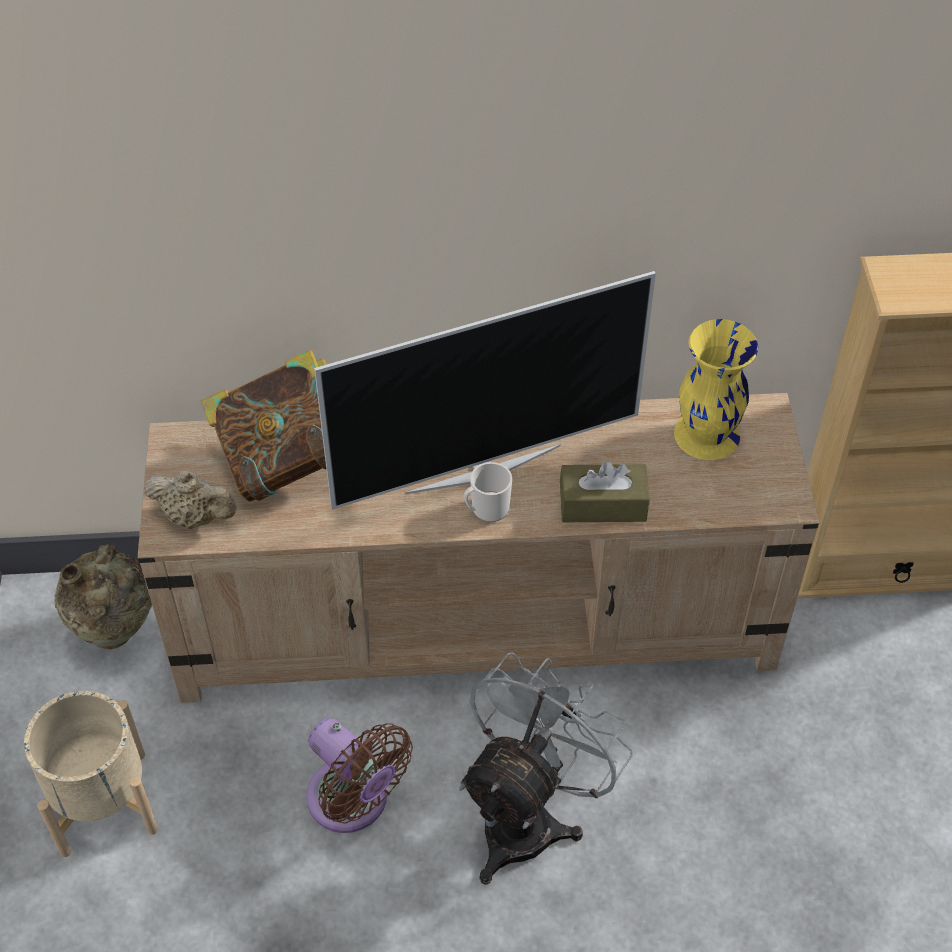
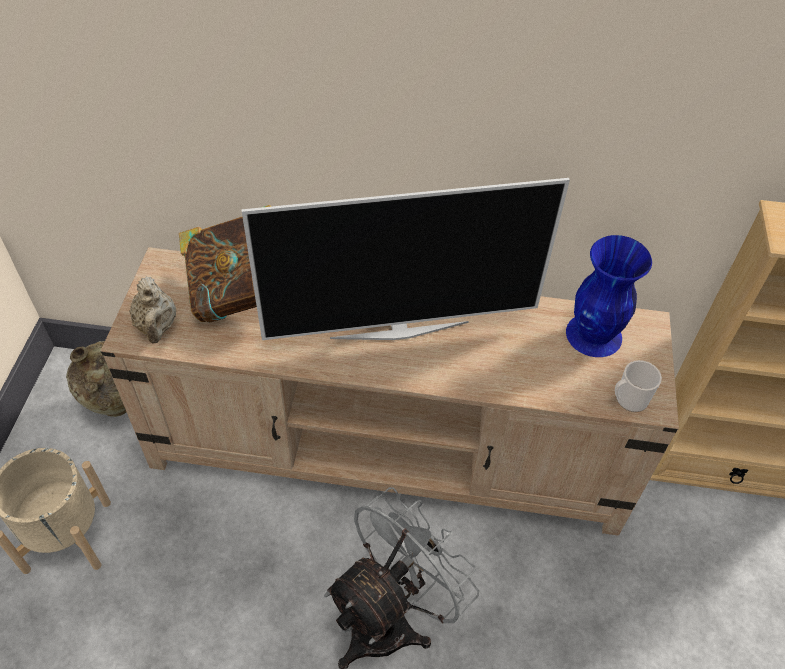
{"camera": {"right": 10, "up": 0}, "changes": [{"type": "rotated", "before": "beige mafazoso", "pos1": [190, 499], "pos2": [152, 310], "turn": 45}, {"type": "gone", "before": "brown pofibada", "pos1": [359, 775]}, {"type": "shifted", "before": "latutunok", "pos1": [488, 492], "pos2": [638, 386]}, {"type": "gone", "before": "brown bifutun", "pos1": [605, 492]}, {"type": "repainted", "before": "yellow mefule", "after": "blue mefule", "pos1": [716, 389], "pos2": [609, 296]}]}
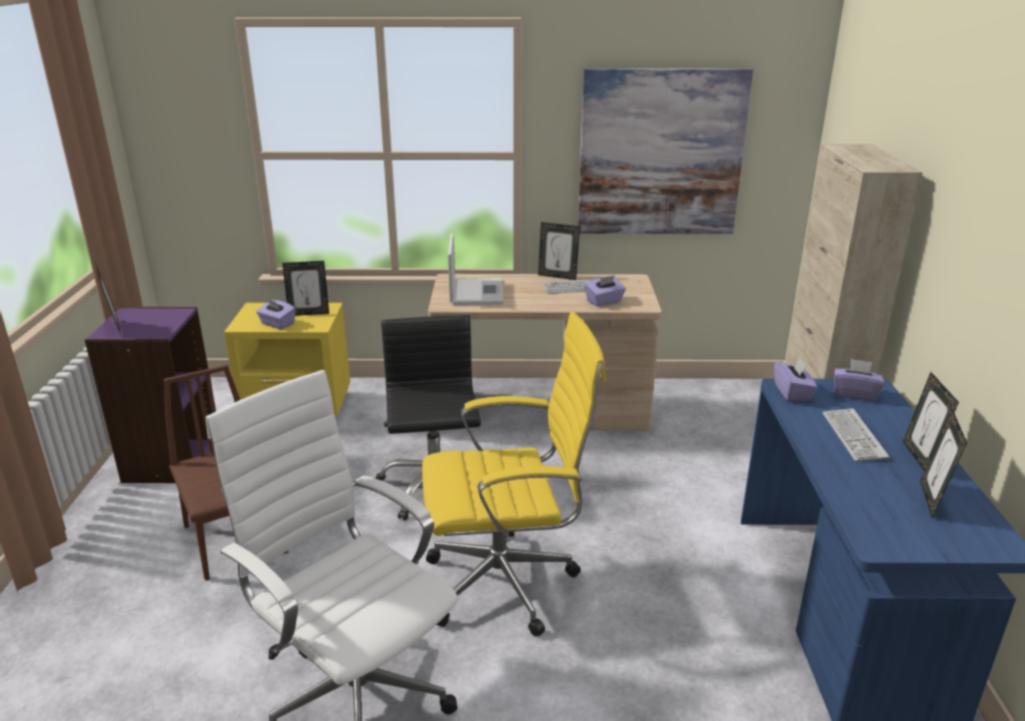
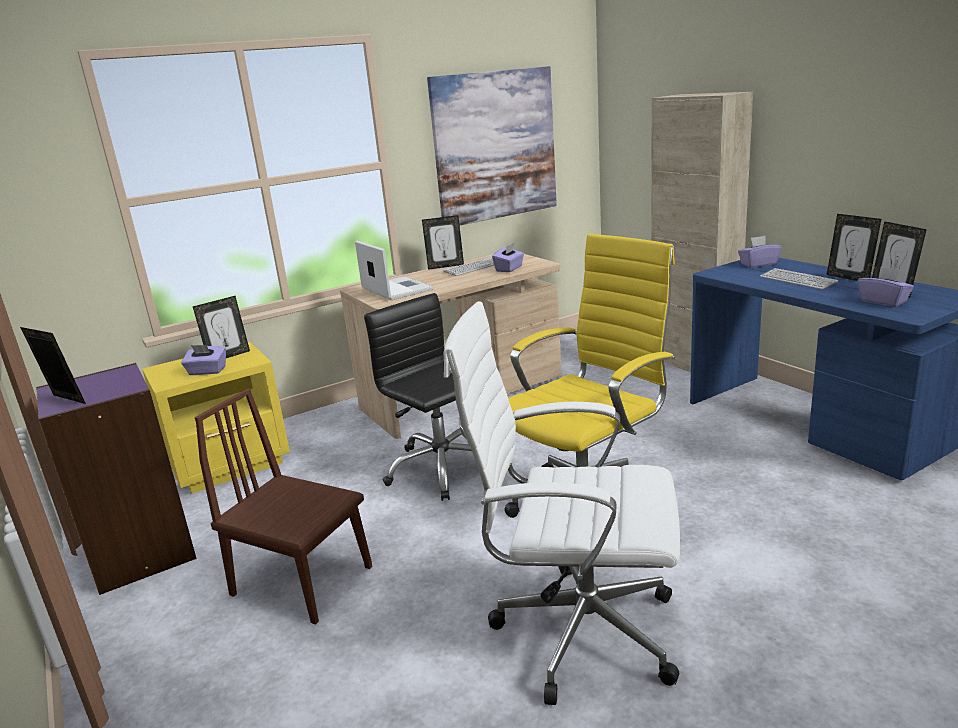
{"camera": {"right": -30, "up": -5}, "changes": [{"type": "shifted", "before": "purple bifutun", "pos1": [795, 380], "pos2": [886, 287]}]}
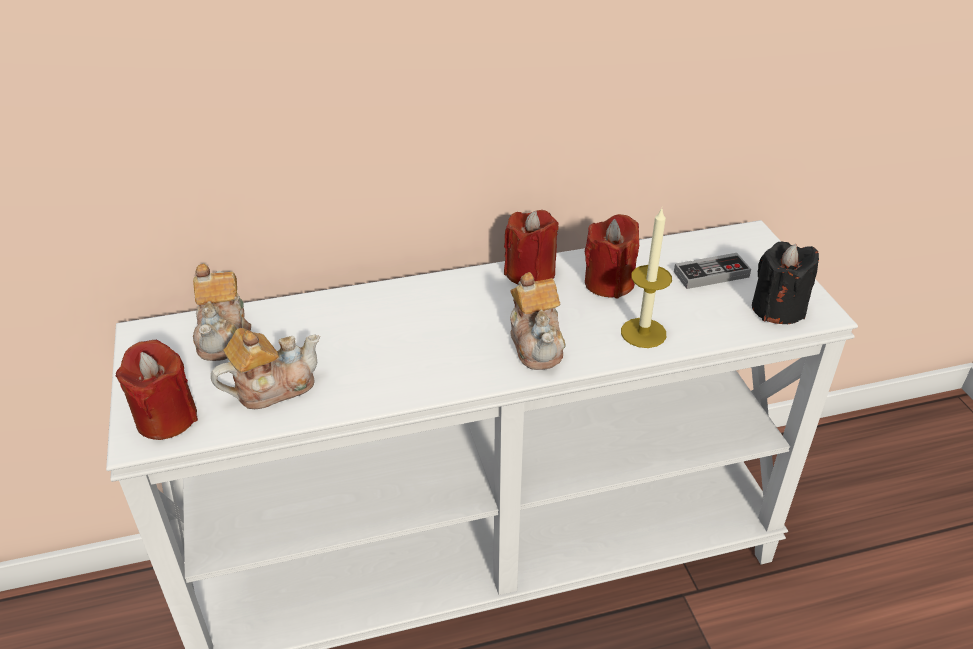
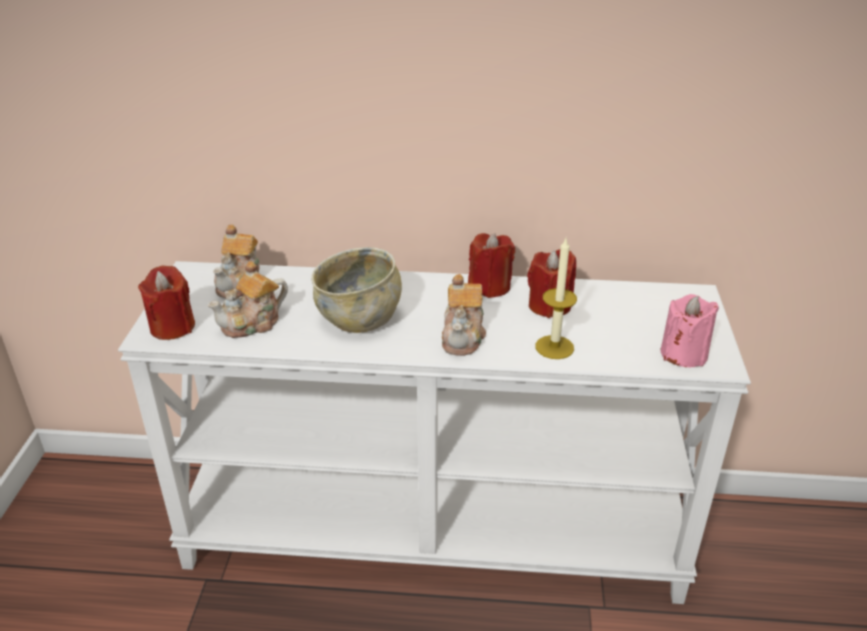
{"camera": {"right": 20, "up": -5}, "changes": [{"type": "rotated", "before": "mafazoso", "pos1": [265, 368], "pos2": [247, 299], "turn": 150}, {"type": "gone", "before": "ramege", "pos1": [712, 271]}, {"type": "repainted", "before": "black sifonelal", "after": "pink sifonelal", "pos1": [785, 283], "pos2": [689, 330]}, {"type": "new", "after": "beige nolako", "pos2": [356, 290]}]}
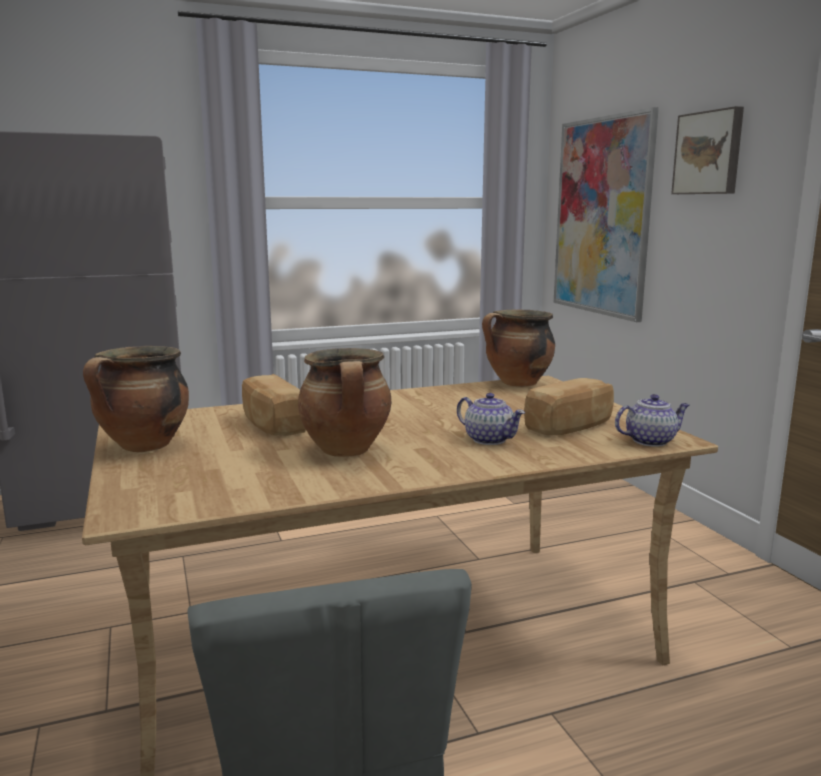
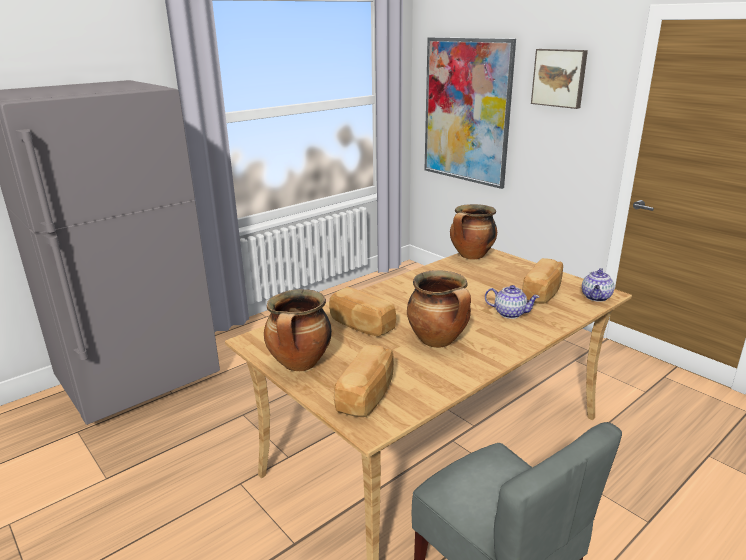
{"camera": {"right": -20, "up": 10}, "changes": [{"type": "rotated", "before": "mafazoso", "pos1": [652, 420], "pos2": [598, 285], "turn": 150}, {"type": "new", "after": "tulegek", "pos2": [364, 380]}]}
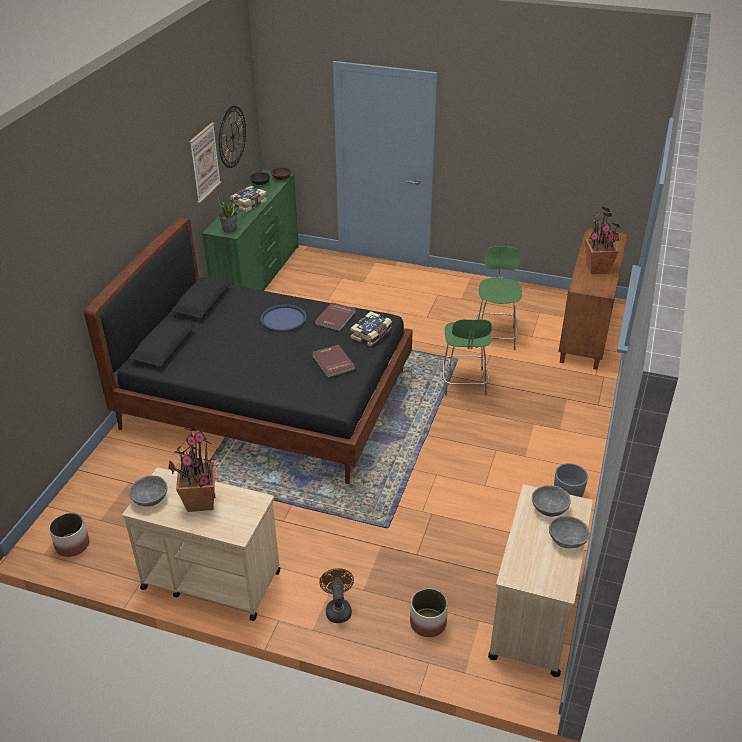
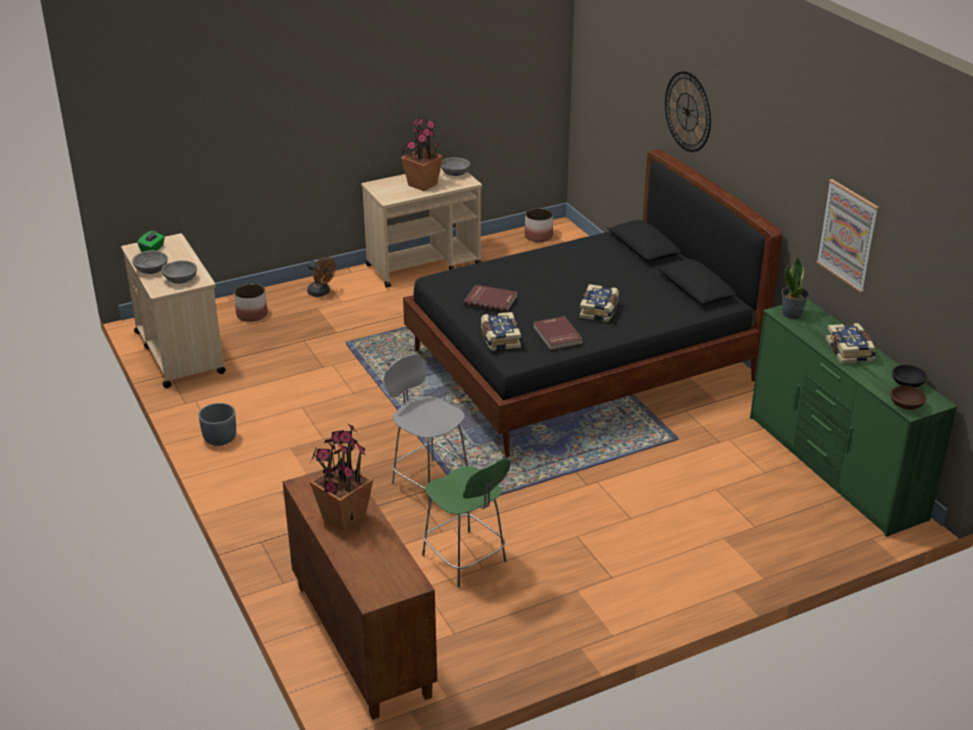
{"camera": {"right": 135, "up": -5}, "changes": [{"type": "shifted", "before": "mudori", "pos1": [232, 137], "pos2": [688, 111]}, {"type": "swapped", "before": "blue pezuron", "after": "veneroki", "pos1": [283, 318], "pos2": [599, 303]}, {"type": "repainted", "before": "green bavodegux", "after": "grey bavodegux", "pos1": [467, 357], "pos2": [426, 431]}, {"type": "new", "after": "green bifutun", "pos2": [151, 241]}]}
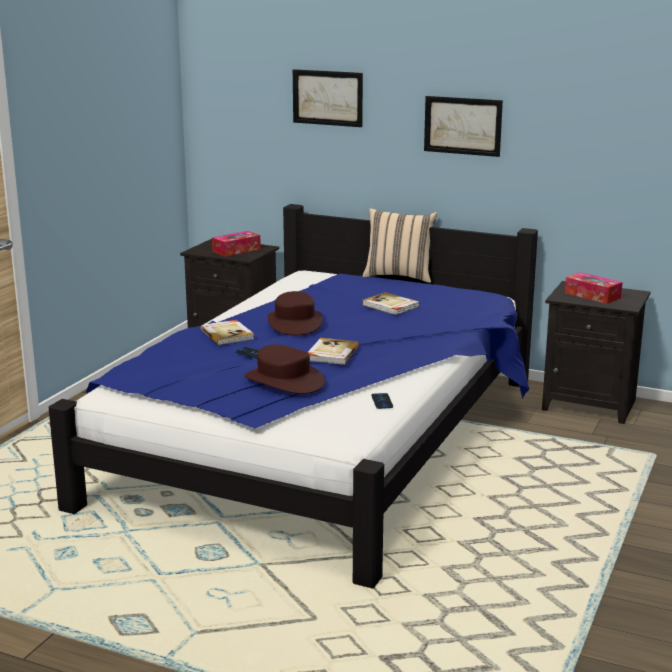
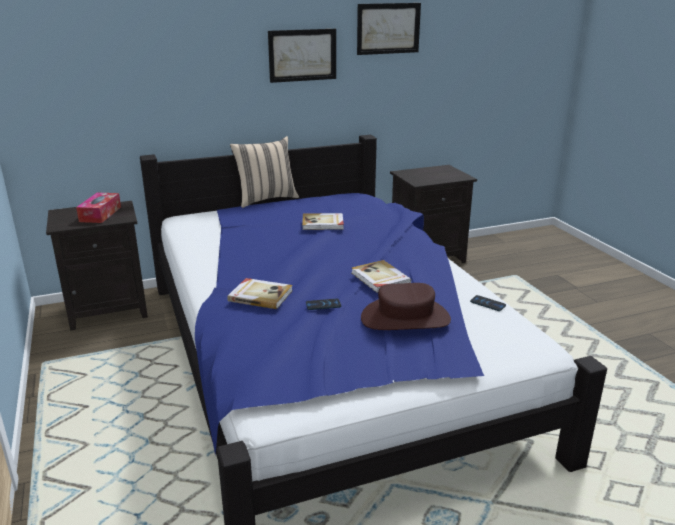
{"camera": {"right": -45, "up": 5}, "changes": [{"type": "gone", "before": "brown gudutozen", "pos1": [295, 313]}, {"type": "shifted", "before": "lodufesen", "pos1": [328, 98], "pos2": [389, 29]}, {"type": "gone", "before": "bifutun", "pos1": [594, 288]}]}
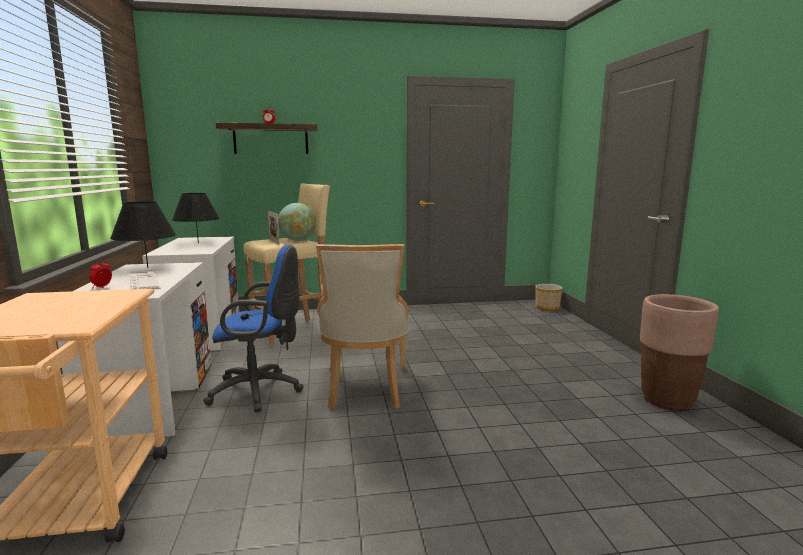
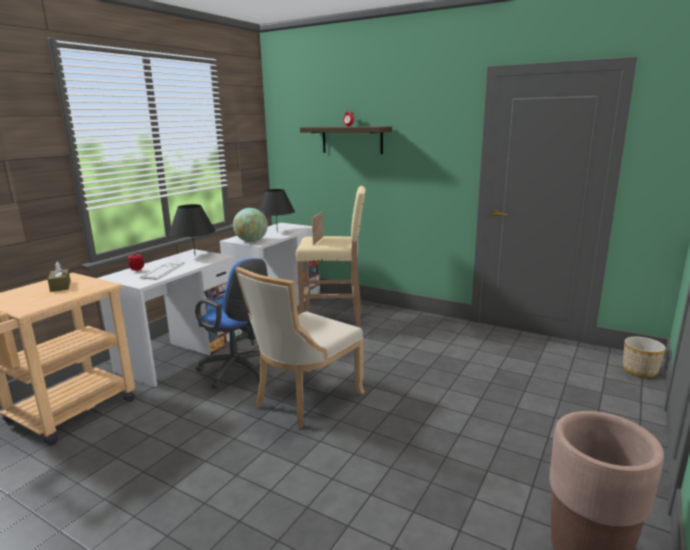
{"camera": {"right": 40, "up": 5}, "changes": [{"type": "shifted", "before": "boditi", "pos1": [297, 222], "pos2": [250, 225]}, {"type": "new", "after": "brown bifutun", "pos2": [59, 277]}]}
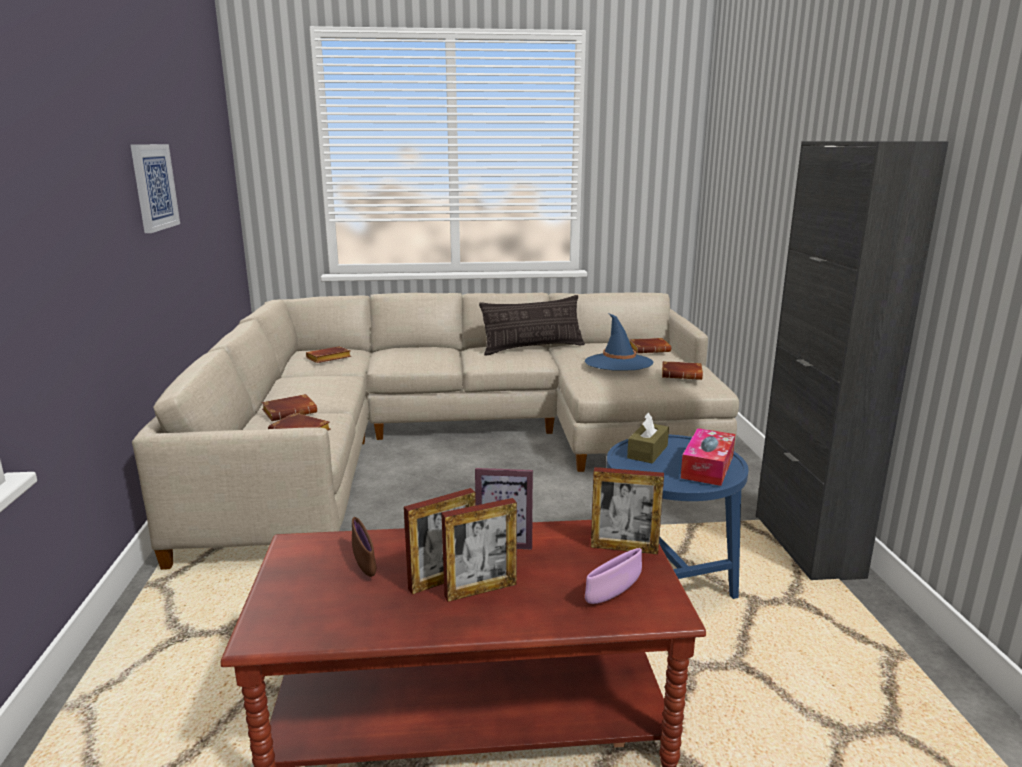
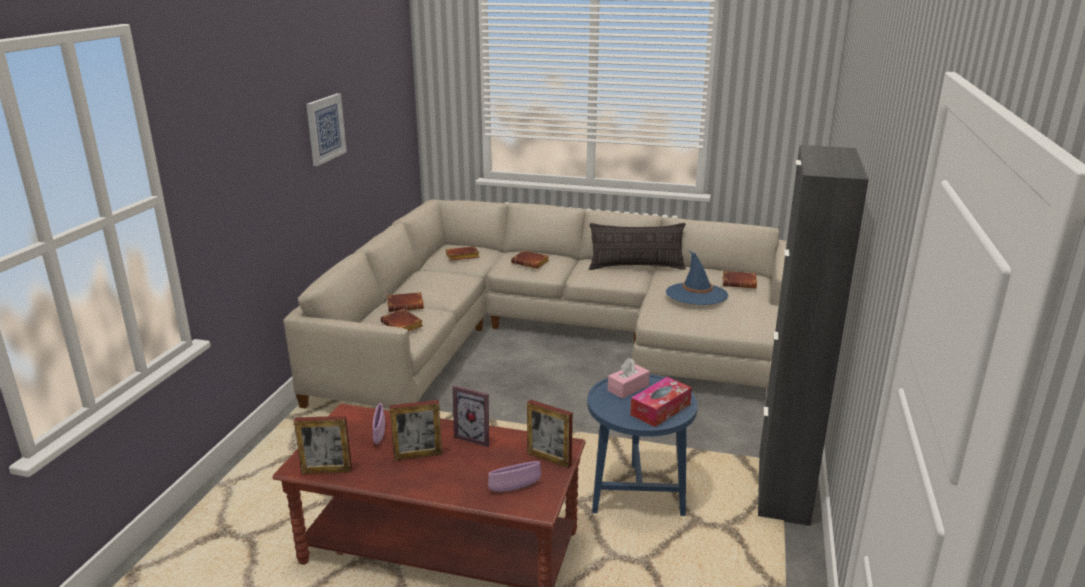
{"camera": {"right": 20, "up": 5}, "changes": [{"type": "repainted", "before": "brown nolako", "after": "purple nolako", "pos1": [364, 547], "pos2": [379, 423]}, {"type": "shifted", "before": "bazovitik", "pos1": [479, 550], "pos2": [323, 445]}, {"type": "repainted", "before": "brown bifutun", "after": "pink bifutun", "pos1": [648, 437], "pos2": [629, 378]}, {"type": "shifted", "before": "brown veneroki", "pos1": [682, 370], "pos2": [530, 259]}]}
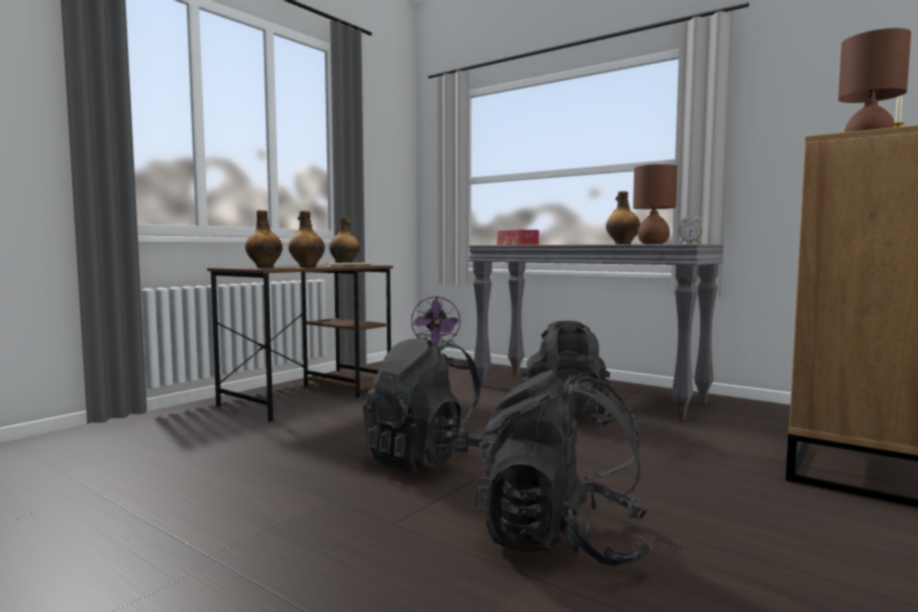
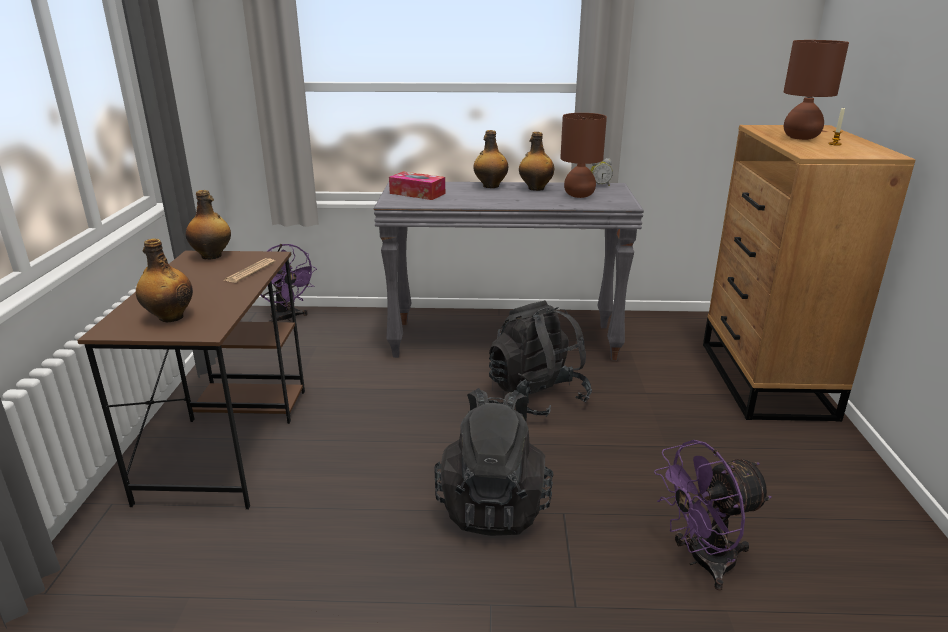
{"camera": {"right": -35, "up": 20}, "changes": [{"type": "shifted", "before": "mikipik", "pos1": [307, 239], "pos2": [490, 159]}, {"type": "swapped", "before": "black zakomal", "after": "purple pofibada", "pos1": [563, 468], "pos2": [713, 515]}]}
